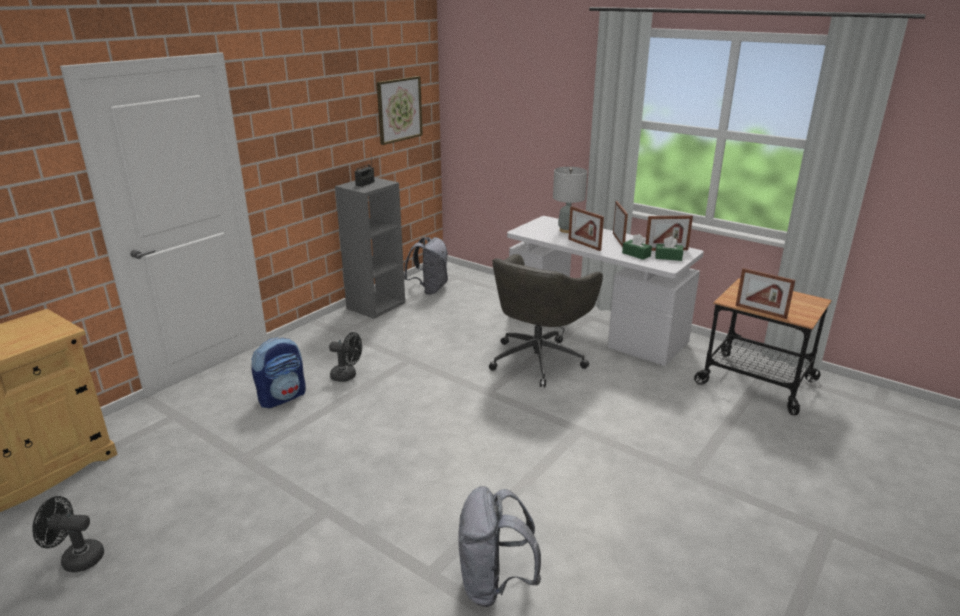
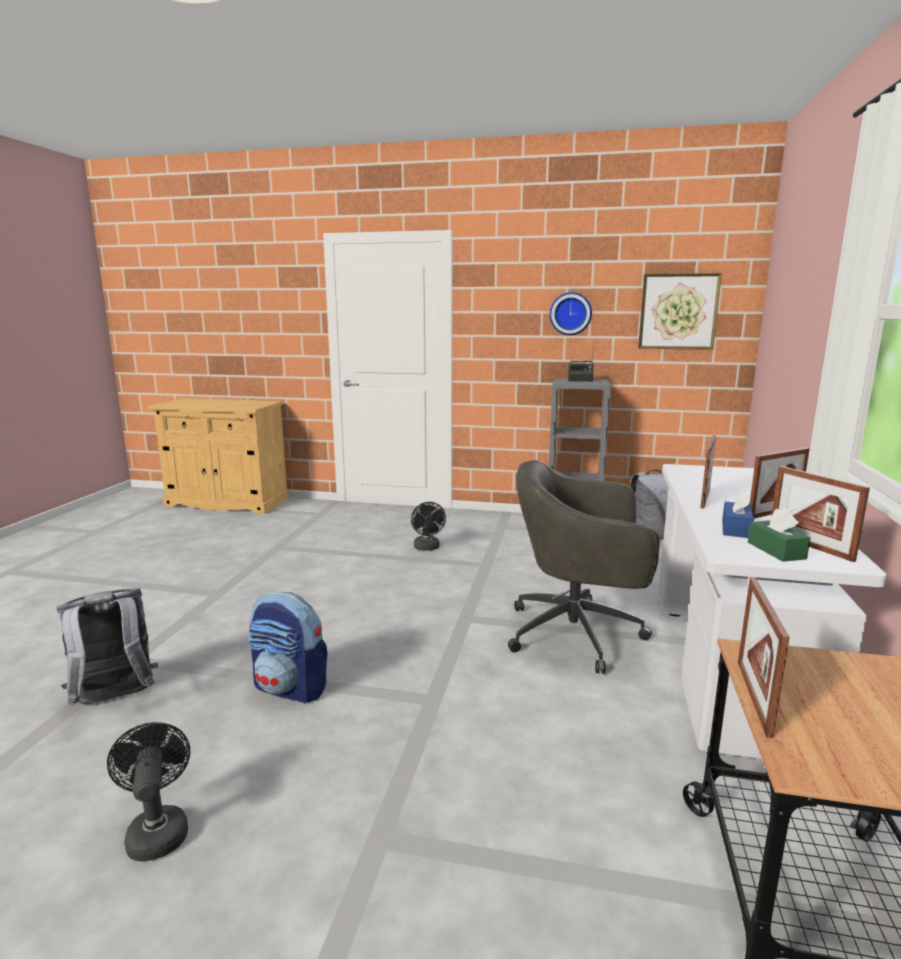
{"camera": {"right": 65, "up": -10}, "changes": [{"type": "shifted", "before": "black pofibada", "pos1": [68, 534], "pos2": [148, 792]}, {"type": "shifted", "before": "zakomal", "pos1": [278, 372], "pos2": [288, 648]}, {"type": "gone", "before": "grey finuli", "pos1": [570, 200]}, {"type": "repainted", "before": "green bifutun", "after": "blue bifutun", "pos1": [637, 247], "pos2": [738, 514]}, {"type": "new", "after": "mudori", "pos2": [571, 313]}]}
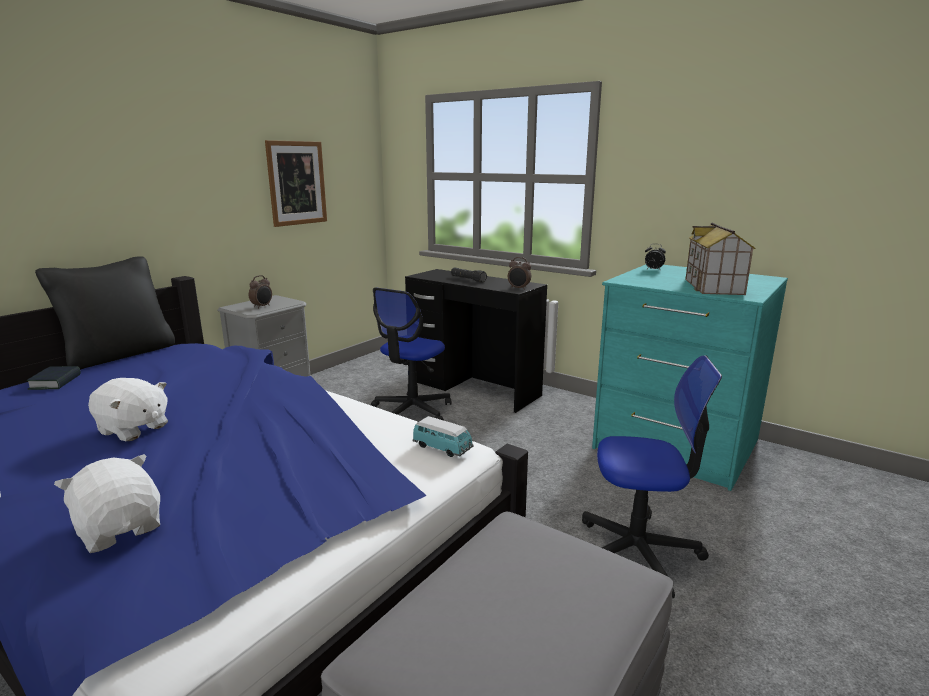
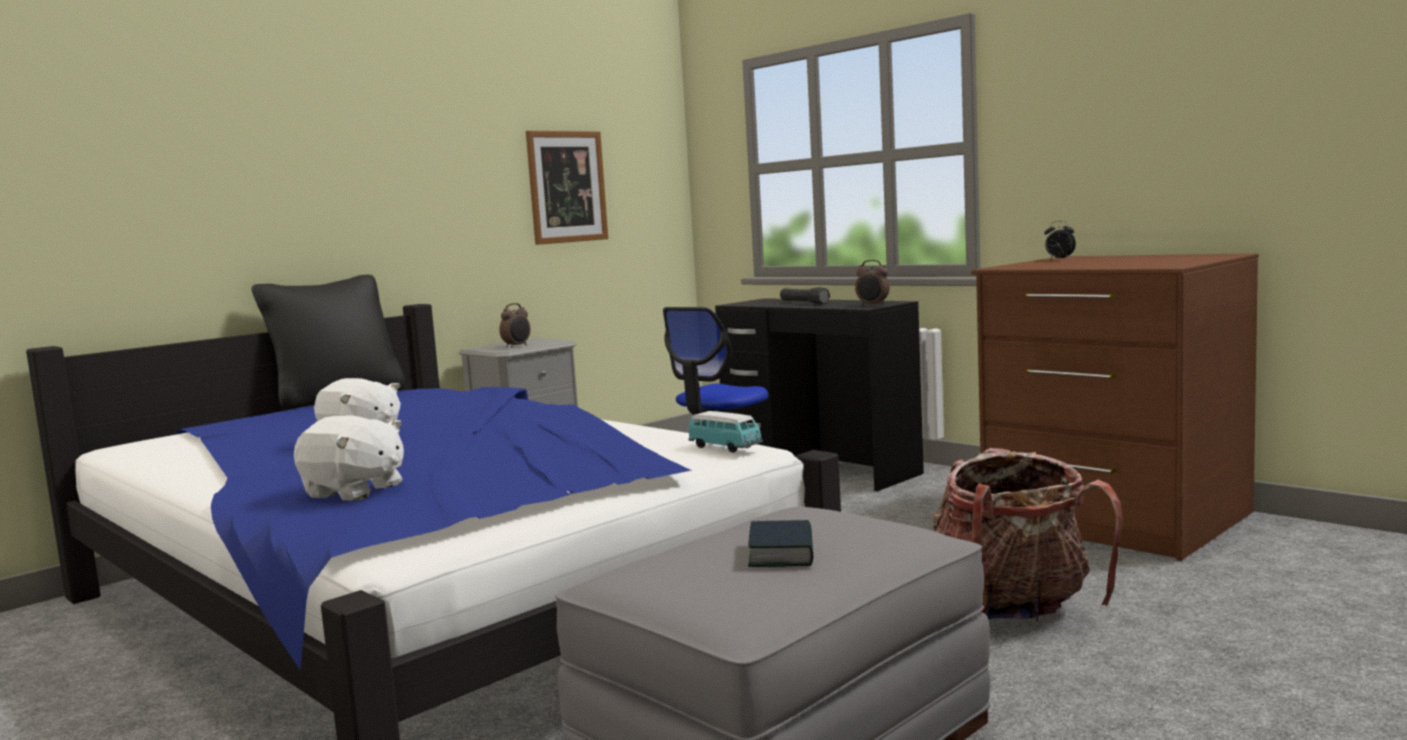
{"camera": {"right": 10, "up": -10}, "changes": [{"type": "shifted", "before": "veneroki", "pos1": [54, 378], "pos2": [780, 543]}, {"type": "rotated", "before": "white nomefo", "pos1": [107, 503], "pos2": [349, 458], "turn": 150}, {"type": "swapped", "before": "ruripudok", "after": "zakomal", "pos1": [652, 476], "pos2": [1028, 535]}, {"type": "repainted", "before": "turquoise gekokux", "after": "brown gekokux", "pos1": [690, 378], "pos2": [1115, 407]}, {"type": "gone", "before": "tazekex", "pos1": [720, 259]}]}
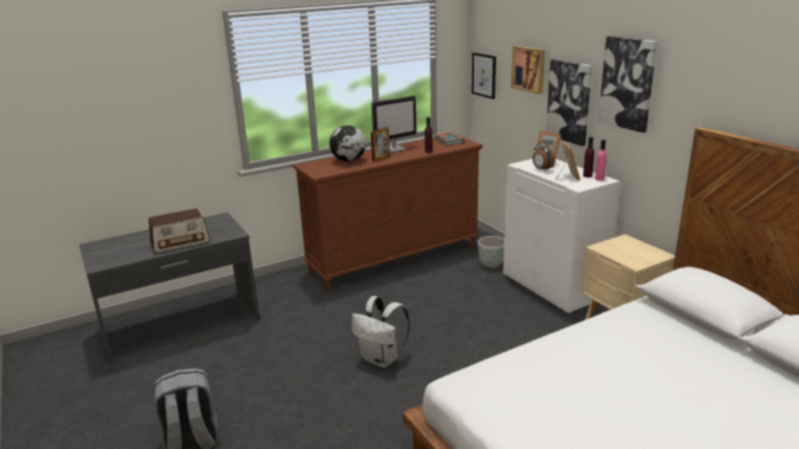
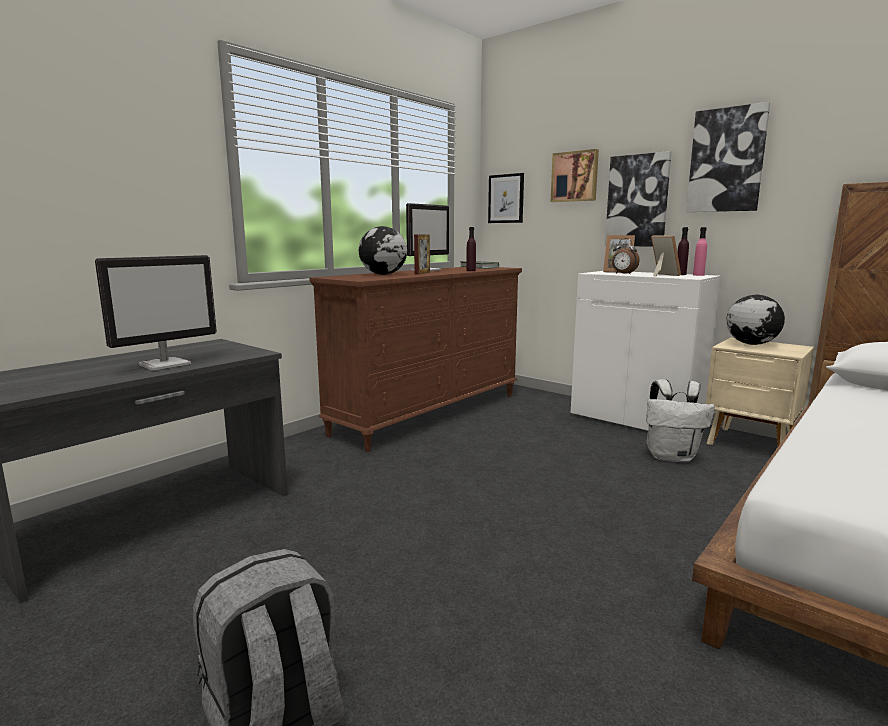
{"camera": {"right": -20, "up": -10}, "changes": [{"type": "swapped", "before": "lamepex", "after": "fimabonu", "pos1": [179, 230], "pos2": [156, 312]}, {"type": "shifted", "before": "white zakomal", "pos1": [381, 332], "pos2": [680, 420]}, {"type": "gone", "before": "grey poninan", "pos1": [491, 251]}, {"type": "new", "after": "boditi", "pos2": [755, 320]}]}
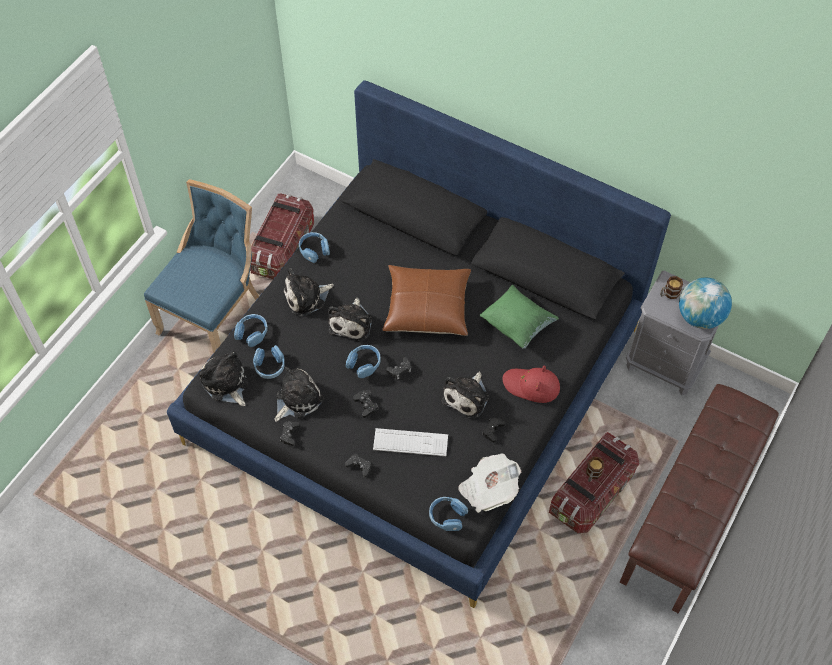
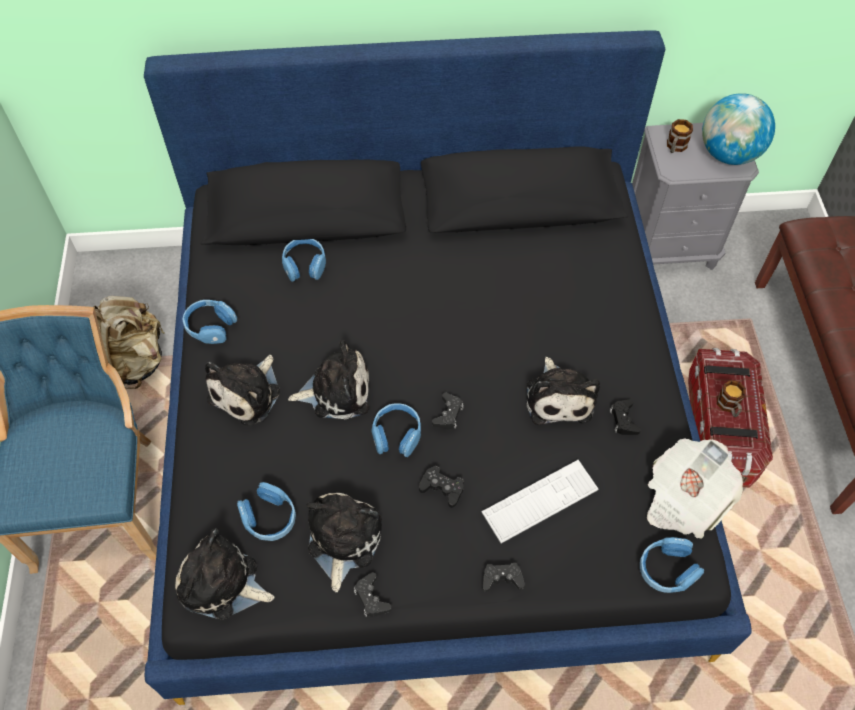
{"camera": {"right": -35, "up": 0}, "changes": [{"type": "shifted", "before": "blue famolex", "pos1": [251, 330], "pos2": [304, 260]}, {"type": "swapped", "before": "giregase", "after": "beige zakomal", "pos1": [282, 236], "pos2": [129, 342]}, {"type": "rotated", "before": "nomefo", "pos1": [350, 320], "pos2": [328, 379], "turn": -75}, {"type": "gone", "before": "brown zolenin", "pos1": [426, 300]}, {"type": "gone", "before": "green zolenin", "pos1": [519, 317]}, {"type": "gone", "before": "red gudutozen", "pos1": [531, 384]}]}
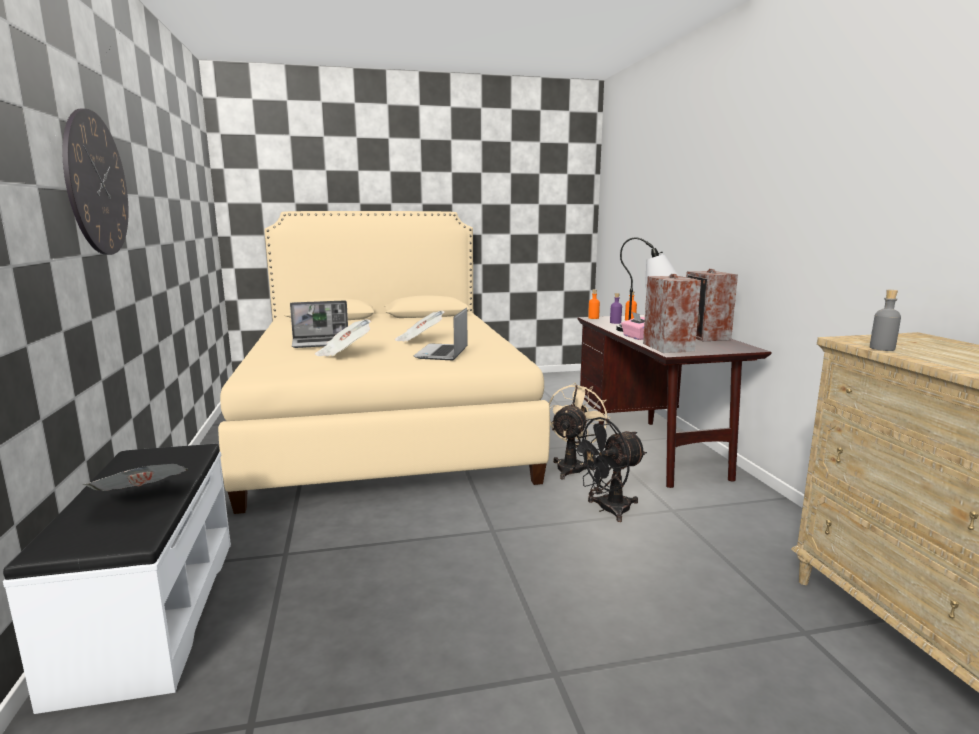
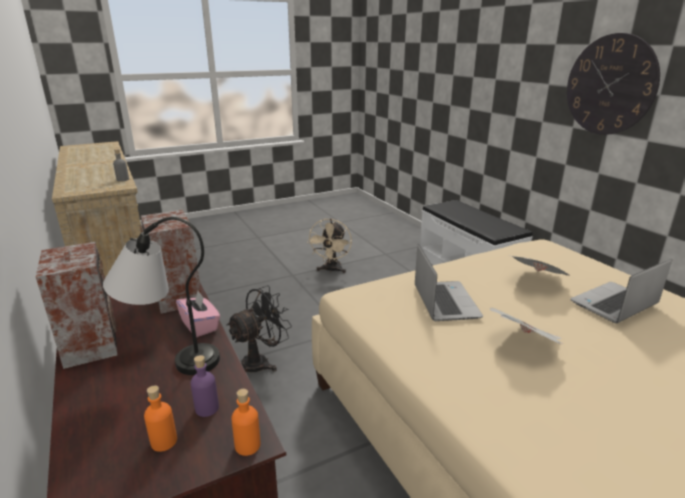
{"camera": {"right": 165, "up": 10}, "changes": [{"type": "gone", "before": "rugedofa", "pos1": [135, 477]}, {"type": "shifted", "before": "beige pofibada", "pos1": [579, 431], "pos2": [329, 245]}]}
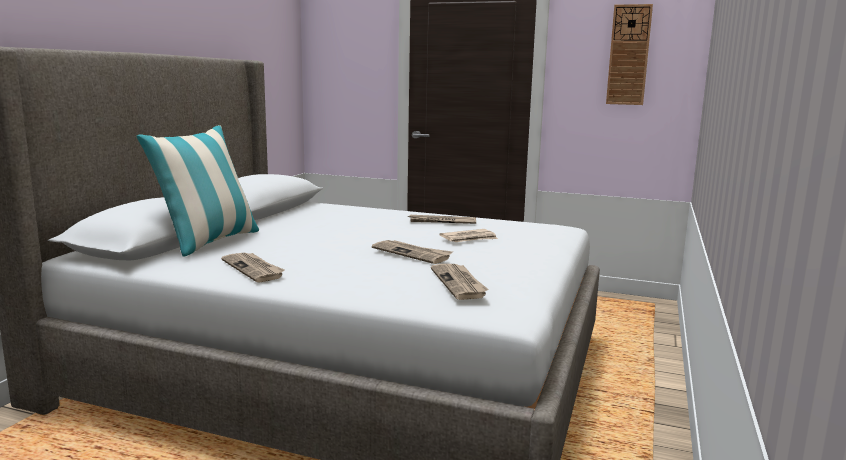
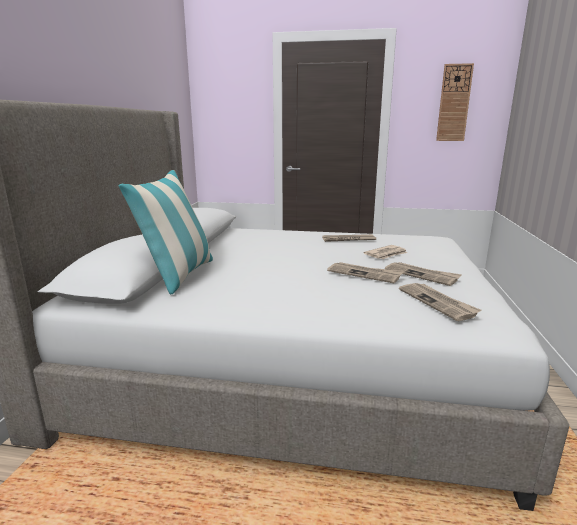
{"camera": {"right": -10, "up": 5}, "changes": [{"type": "shifted", "before": "rugedofa", "pos1": [253, 267], "pos2": [423, 274]}]}
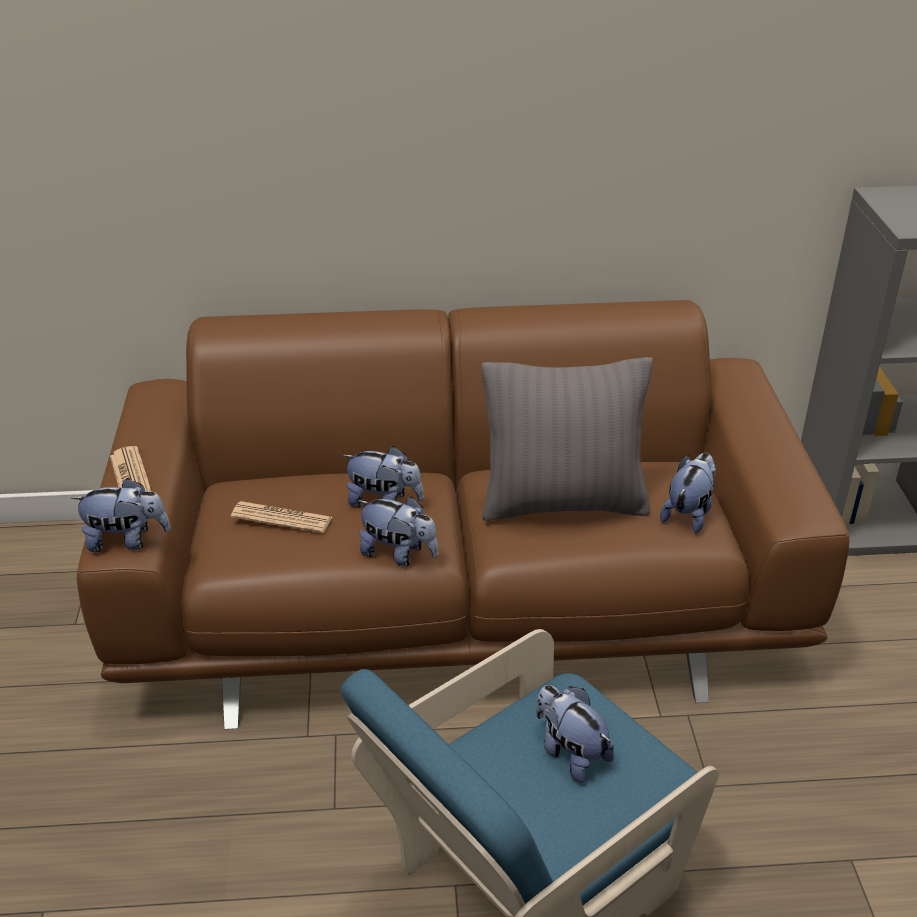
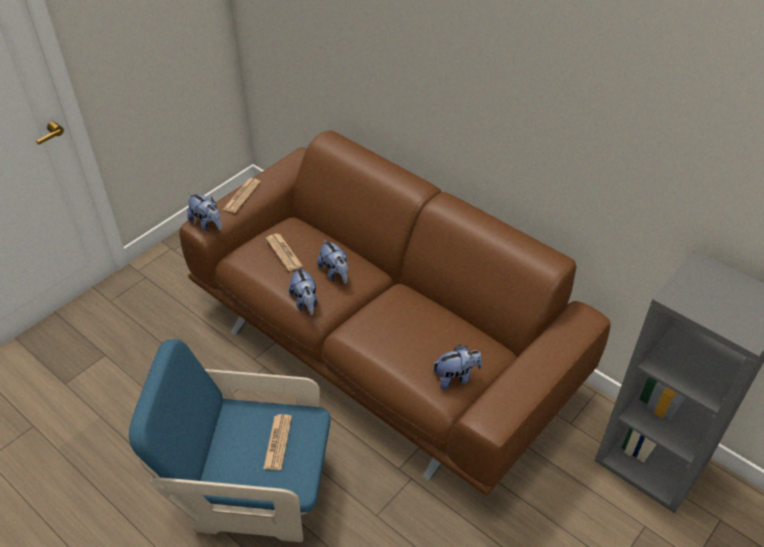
{"camera": {"right": 45, "up": 10}, "changes": [{"type": "gone", "before": "grey zolenin", "pos1": [567, 438]}, {"type": "swapped", "before": "nomefo", "after": "rugedofa", "pos1": [575, 734], "pos2": [277, 442]}]}
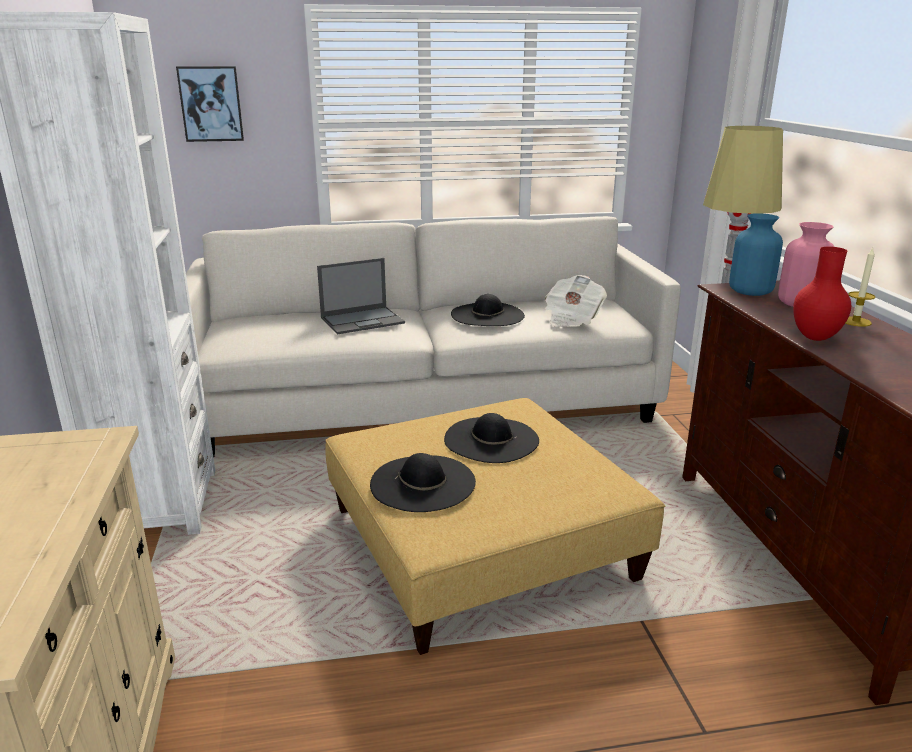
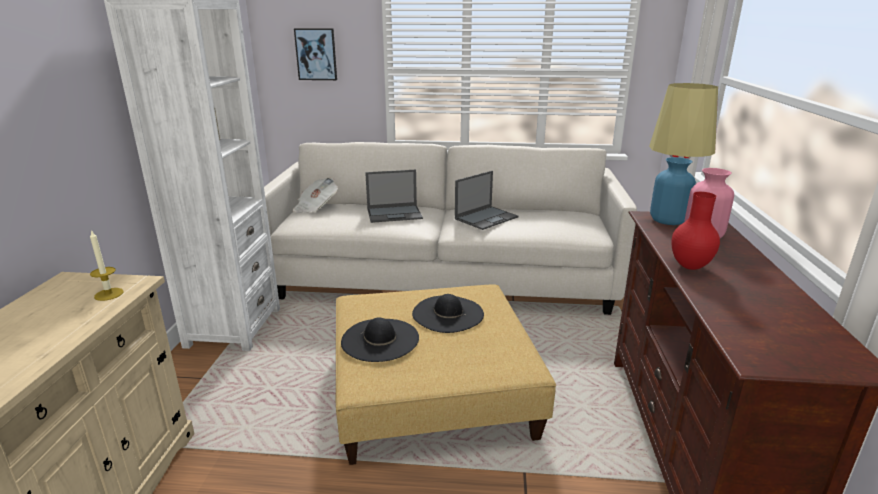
{"camera": {"right": 15, "up": 0}, "changes": [{"type": "swapped", "before": "black gudutozen", "after": "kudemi", "pos1": [488, 310], "pos2": [487, 200]}, {"type": "shifted", "before": "rugedofa", "pos1": [576, 301], "pos2": [315, 195]}, {"type": "shifted", "before": "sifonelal", "pos1": [860, 287], "pos2": [107, 265]}]}
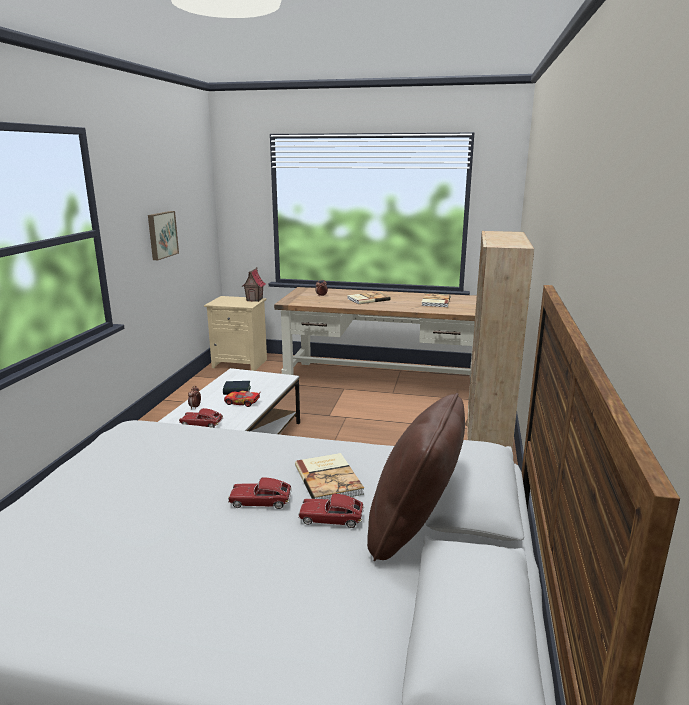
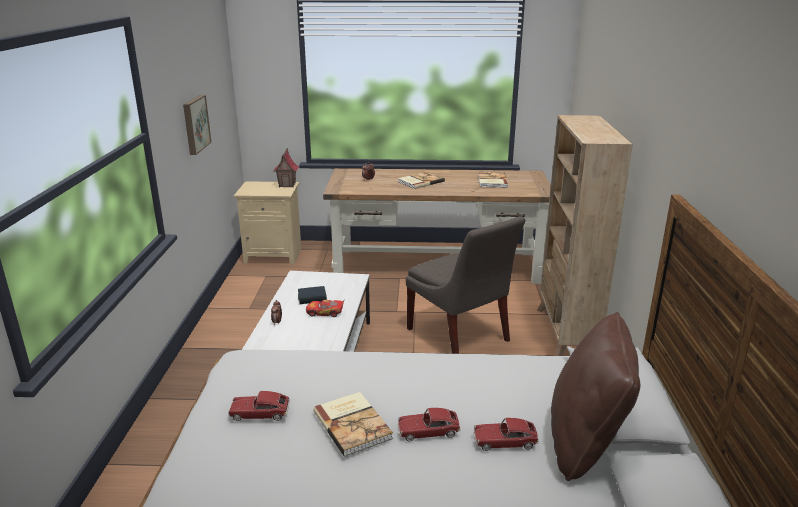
{"camera": {"right": -10, "up": 5}, "changes": [{"type": "shifted", "before": "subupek", "pos1": [201, 418], "pos2": [259, 406]}, {"type": "shifted", "before": "veneroki", "pos1": [329, 476], "pos2": [353, 424]}, {"type": "new", "after": "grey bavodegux", "pos2": [465, 285]}]}
